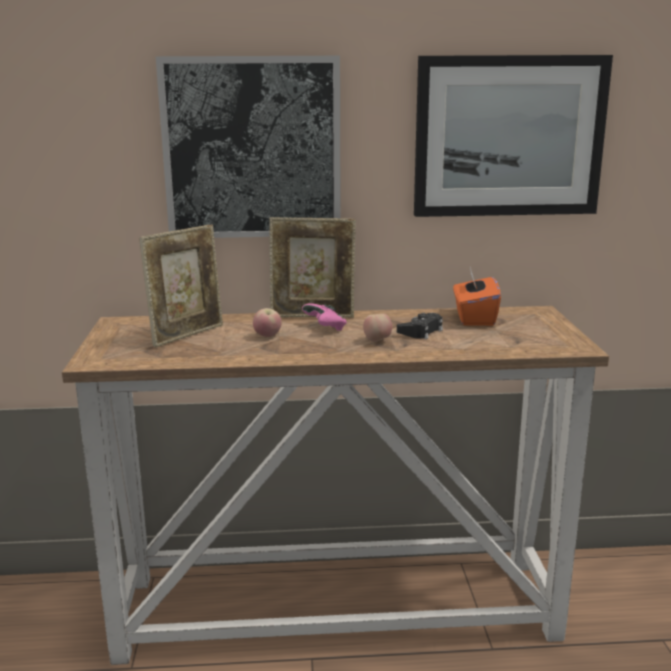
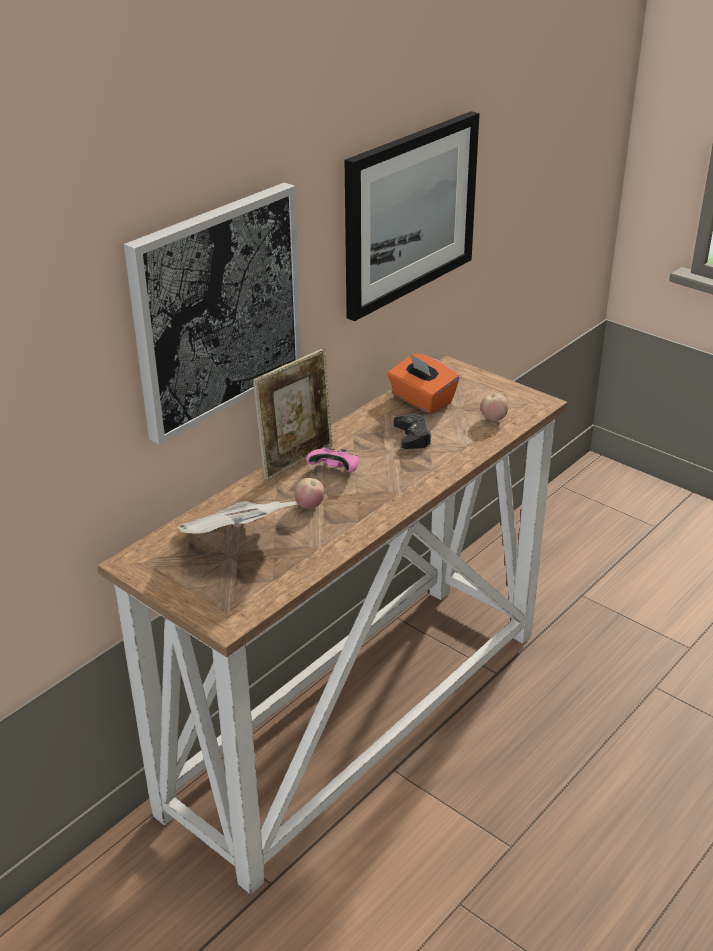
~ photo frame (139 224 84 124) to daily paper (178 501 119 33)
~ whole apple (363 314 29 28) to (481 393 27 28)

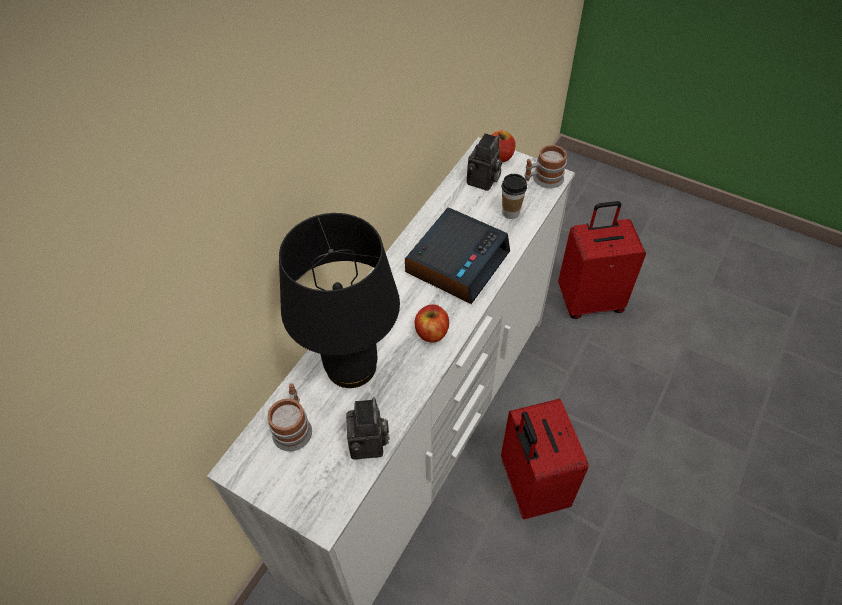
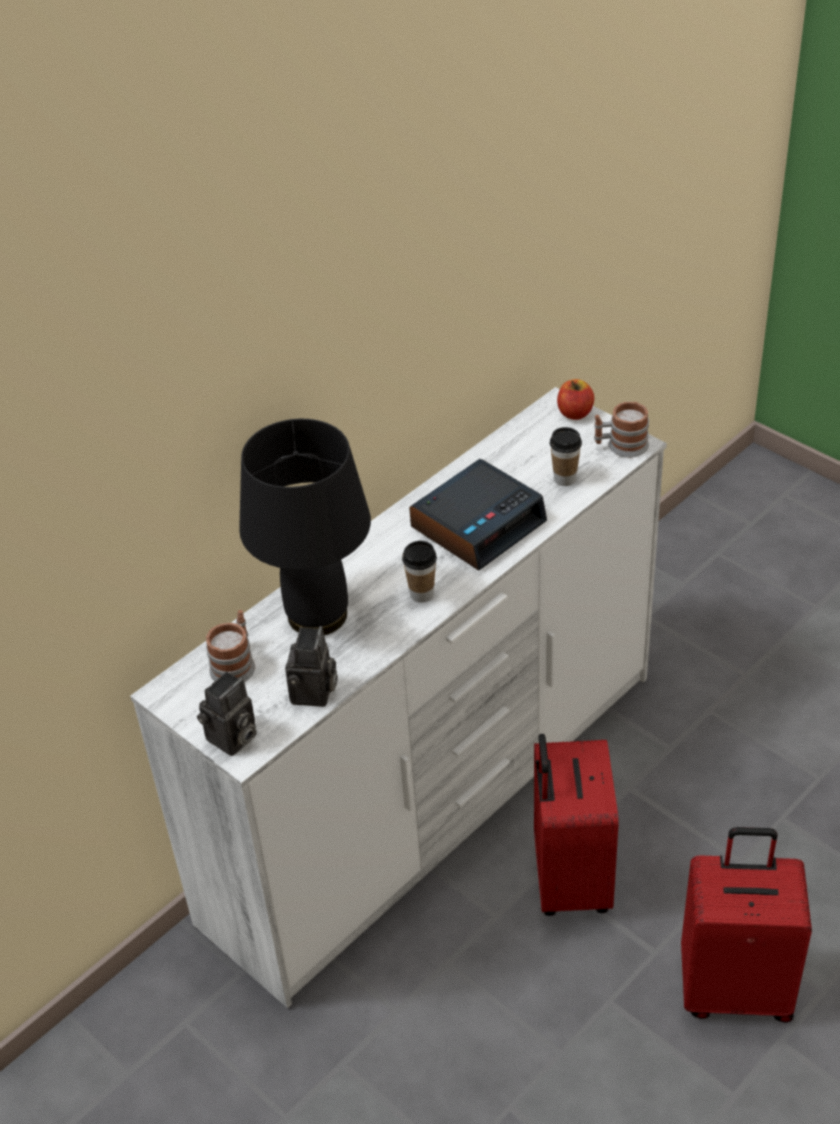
~ whole apple (415 304 34 39) to cup (402 541 35 62)
~ still camera (467 133 35 58) to (197 671 60 85)
~ piece of luggage (reddish) (558 201 88 118) to (681 827 131 195)

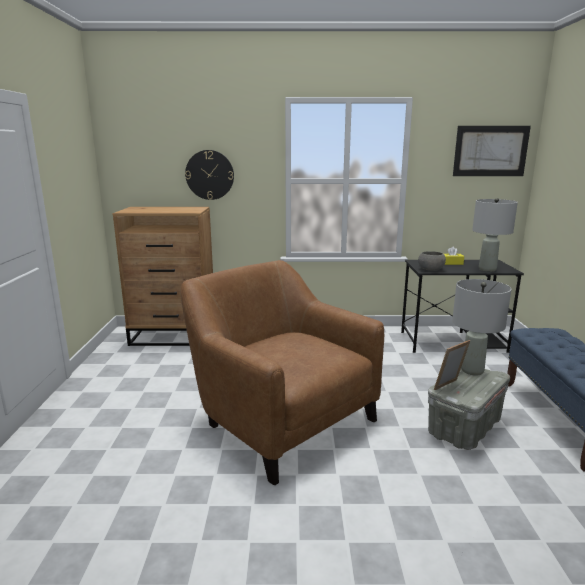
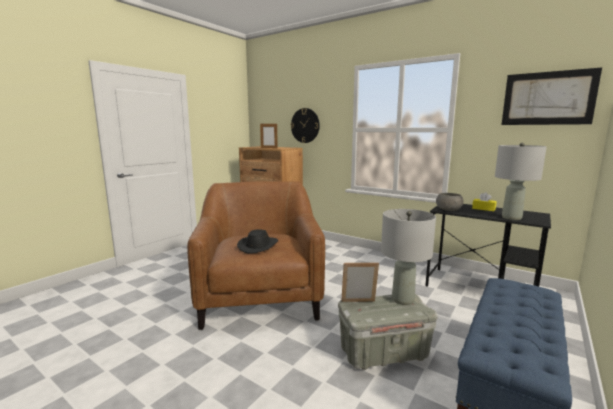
+ wearable hat (blackish) (237 229 41 25)
+ photo frame (260 124 18 24)

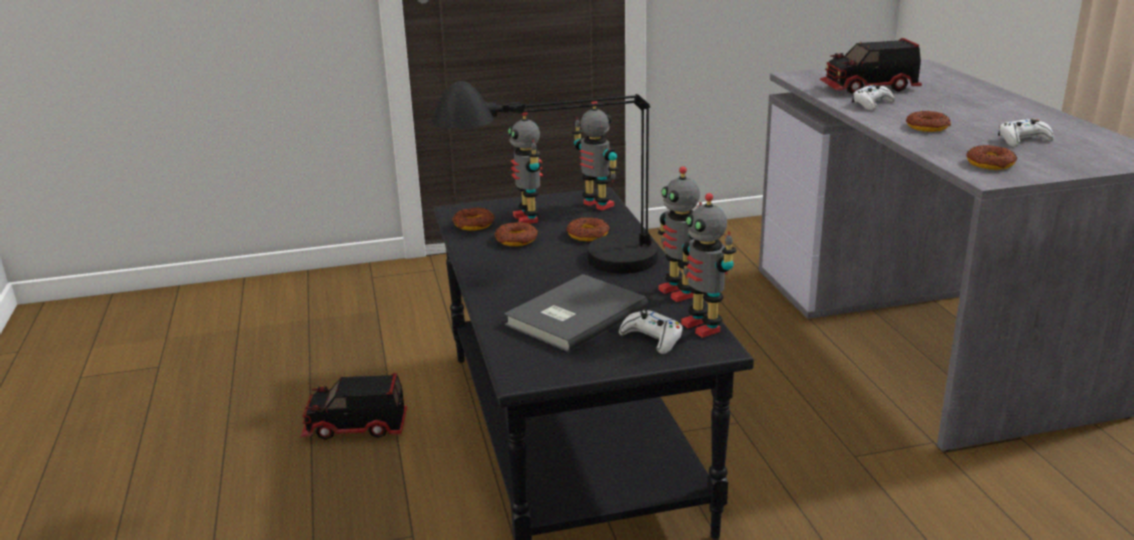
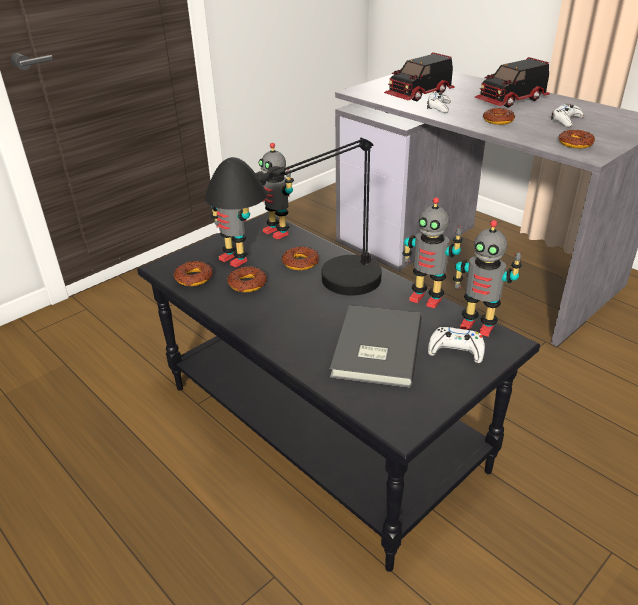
~ toy truck (300 373 107 67) to (475 57 74 51)
~ toy robot (572 101 46 110) = (259 143 35 97) 150 degrees counterclockwise

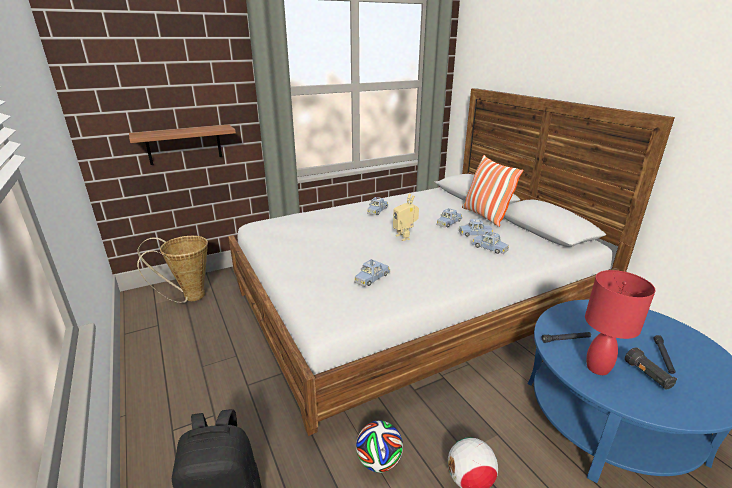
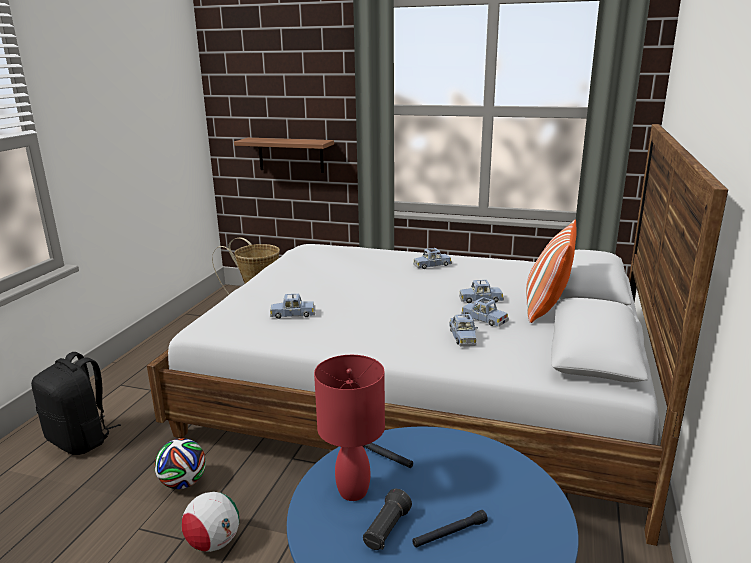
- toy robot (393 194 26 47)

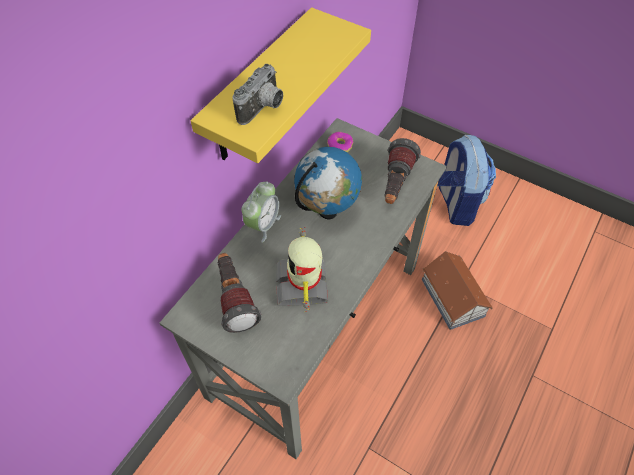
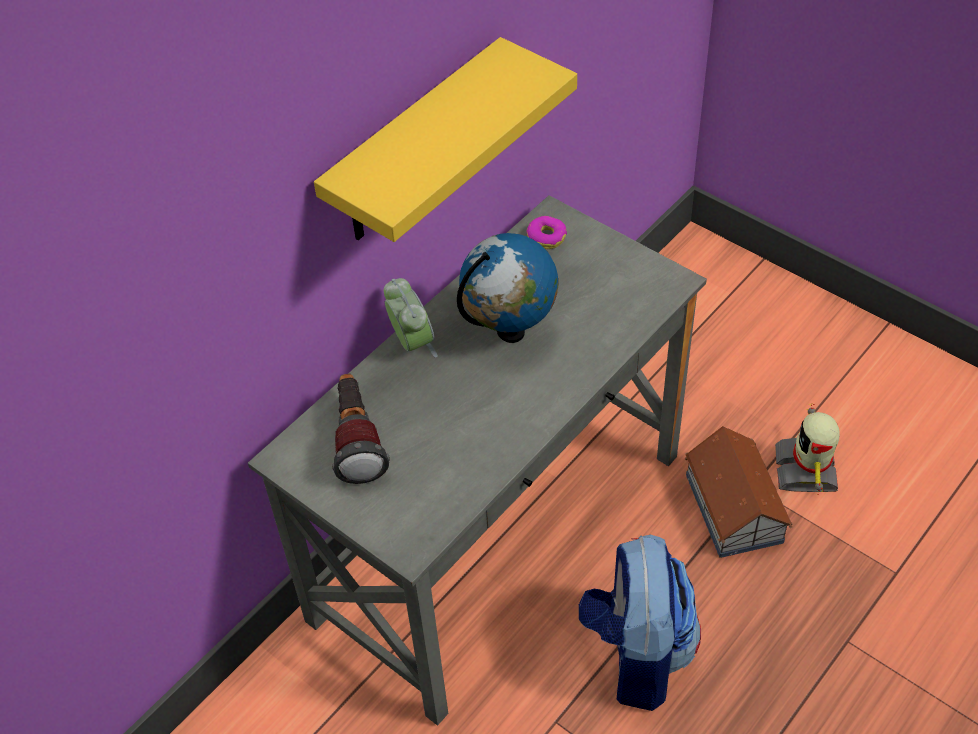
- still camera (232 64 51 61)
~ alarm clock (242 181 39 62) = (384 278 54 80) 60 degrees counterclockwise
~ toy robot (276 227 52 85) to (775 403 65 92)
- hand torch (385 138 36 66)
~ knapsack (437 135 59 91) to (579 535 122 176)

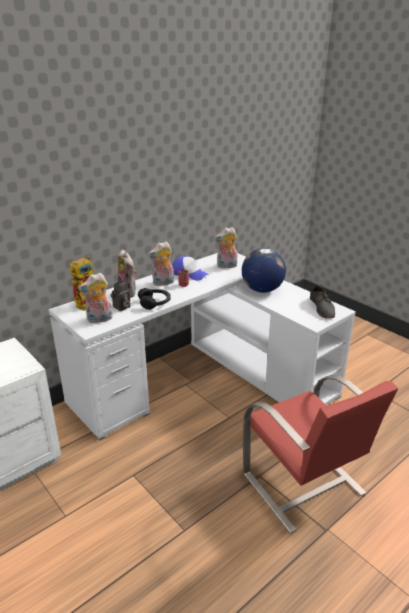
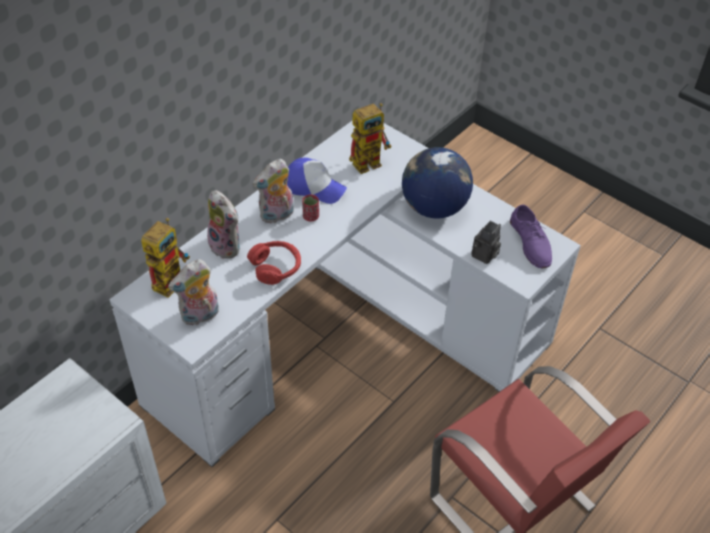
~ still camera (111 280 19 31) to (471 221 30 43)
~ headphones (blackish) (138 288 33 22) to headphones (reddish) (247 241 54 44)
~ cuddly toy (214 227 24 42) to toy robot (349 103 42 71)
~ shoe (greyish) (310 286 25 33) to shoe (purplish) (510 205 42 63)

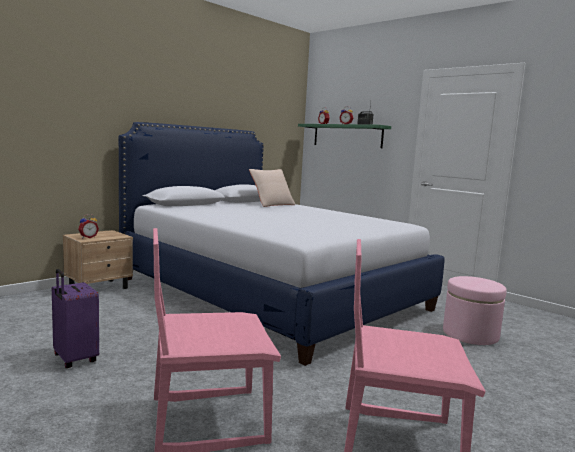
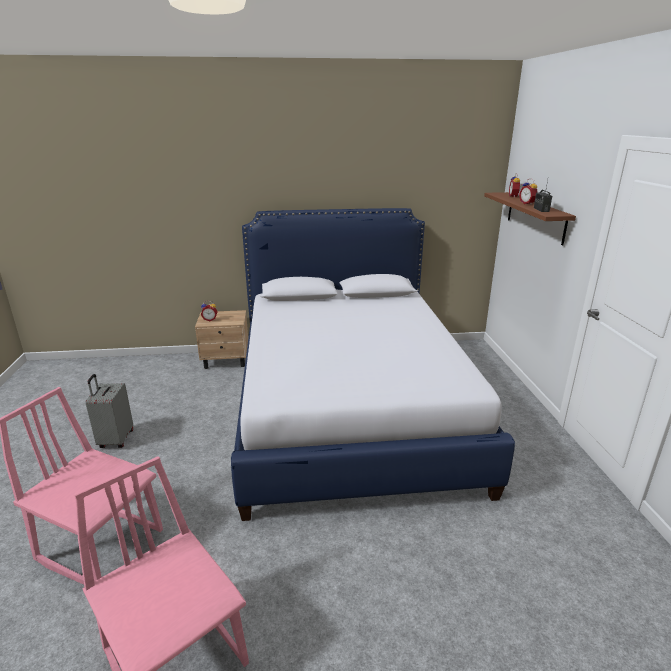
~ piece of luggage (purplish) (52 269 47 99) to piece of luggage (greyish) (86 374 47 74)
- throw pillow (sand-coloured) (249 169 47 38)
~ shelf (greenish) (298 124 93 24) to shelf (brown-coloured) (484 192 92 54)
- ottoman (pink-coloured) (443 276 64 69)

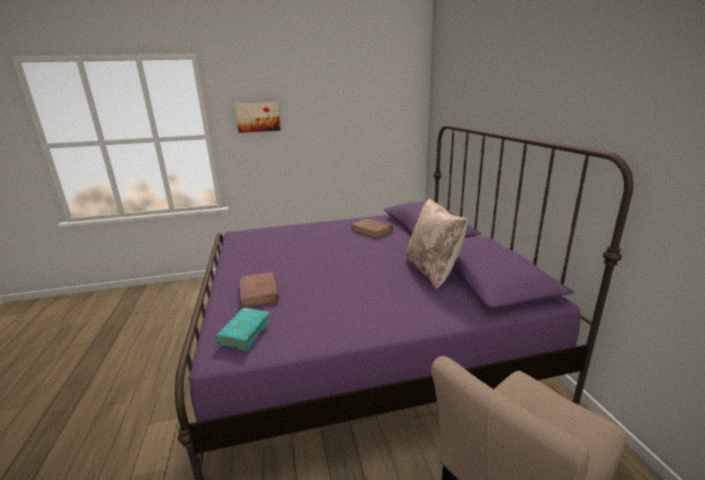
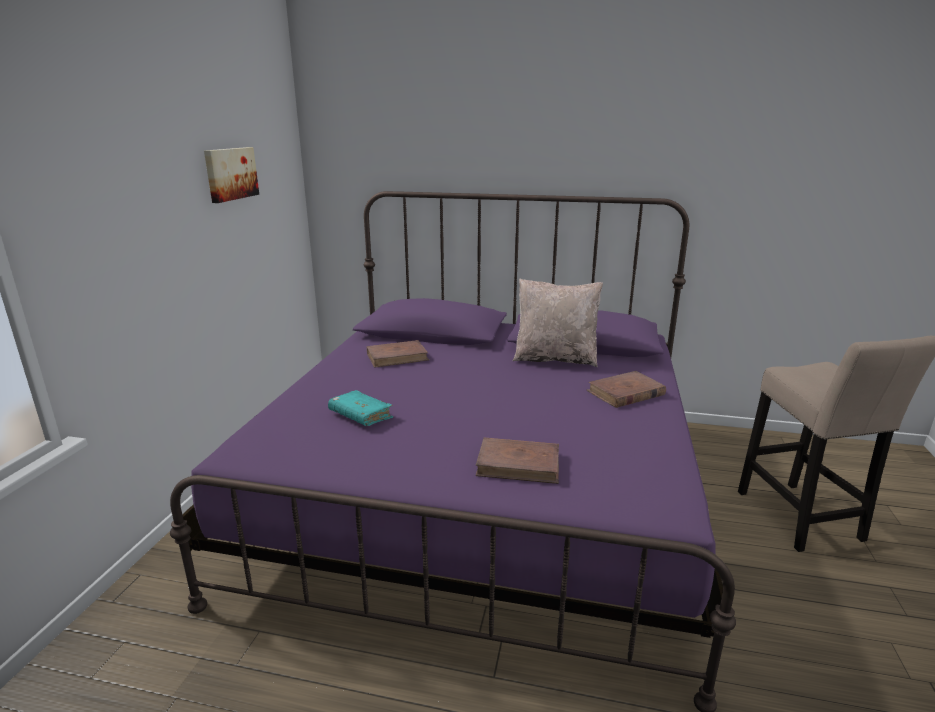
~ book (turquoise-coloured) (215 307 55 44) to (328 390 65 36)
~ picture (235 102 46 31) to (204 147 55 56)
+ book (brown-coloured) (587 371 79 37)

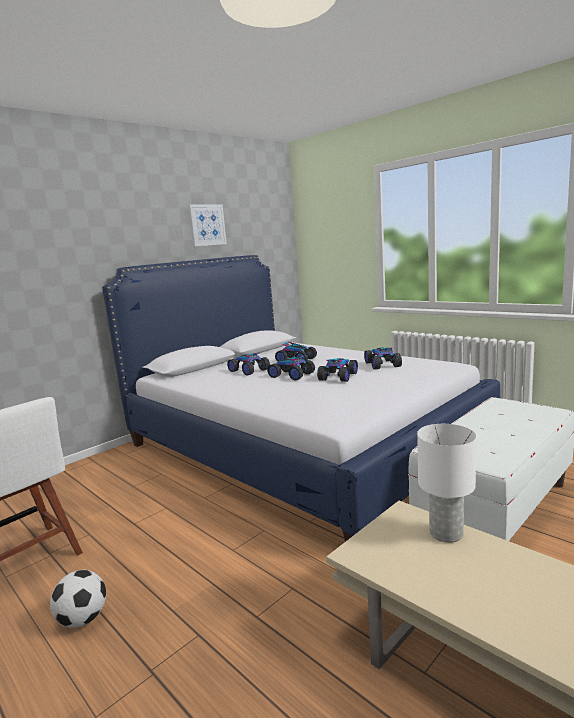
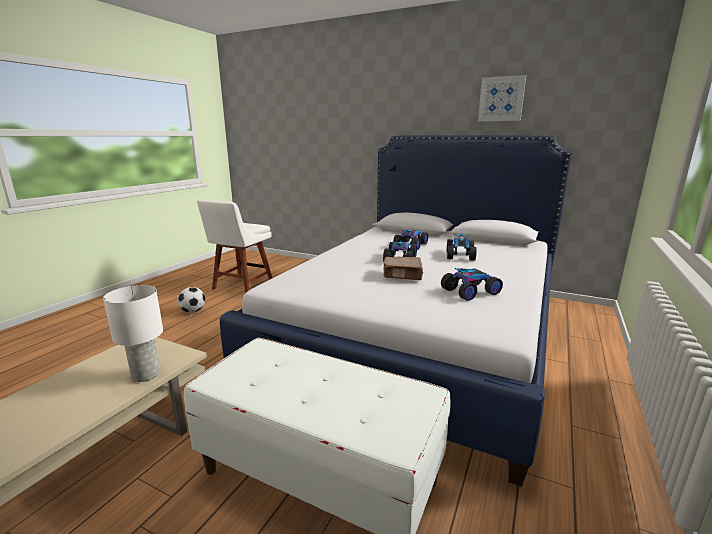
~ model car (317 358 41 24) to book (brown-coloured) (383 257 40 23)

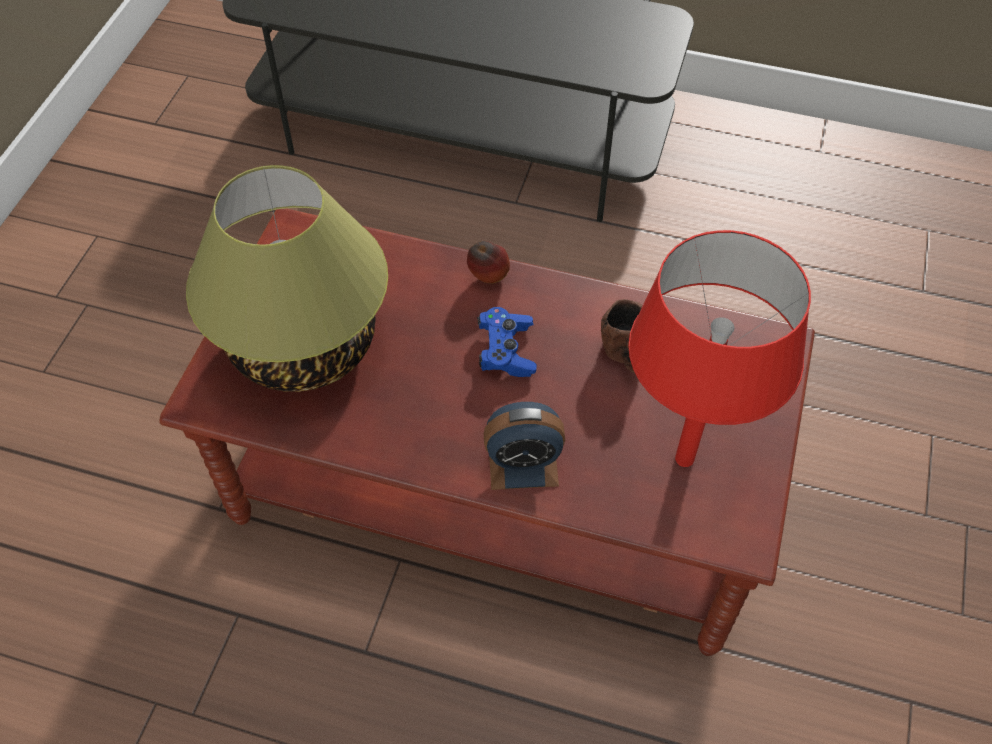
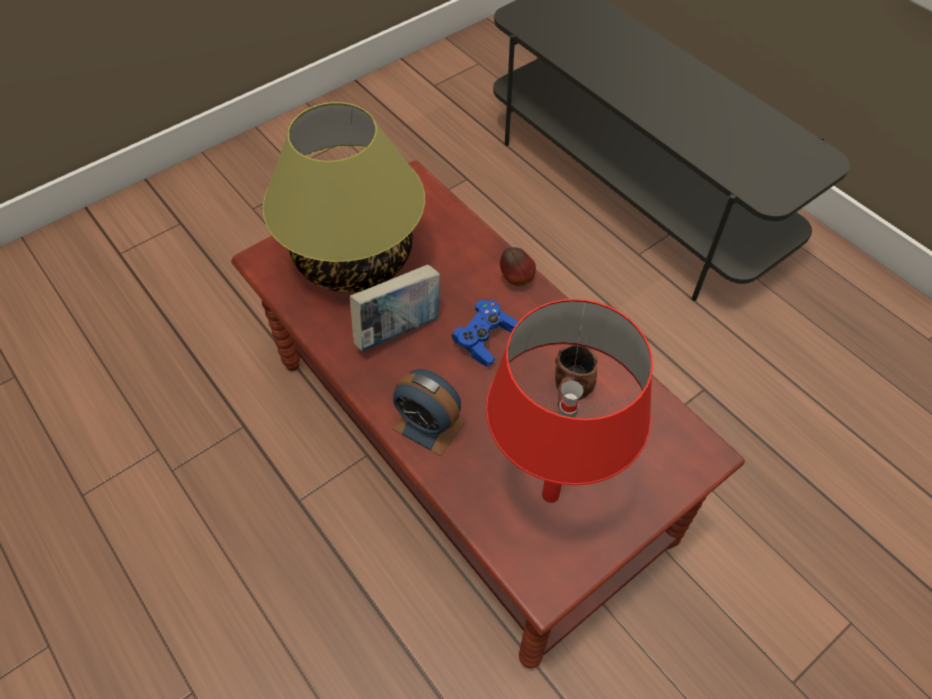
+ book (350 265 90 86)

